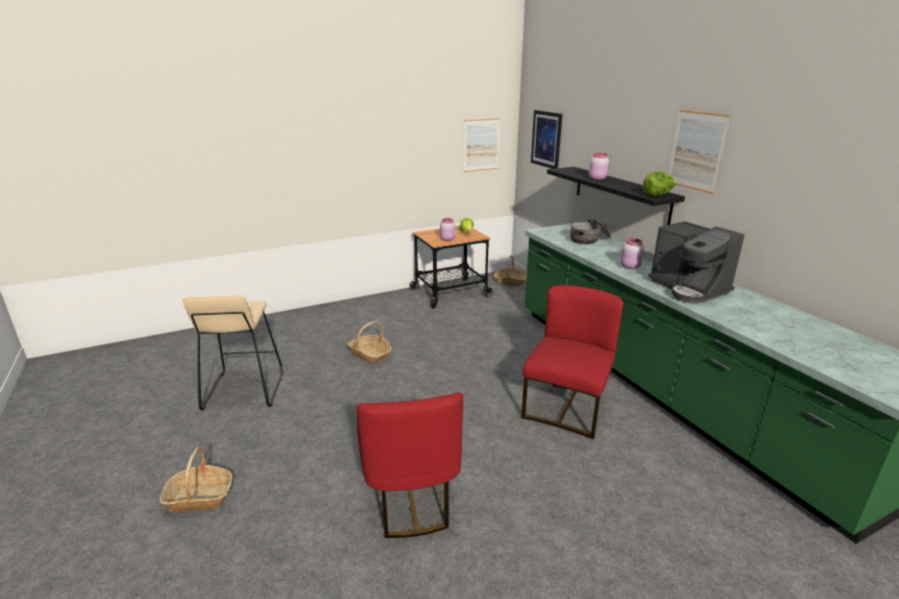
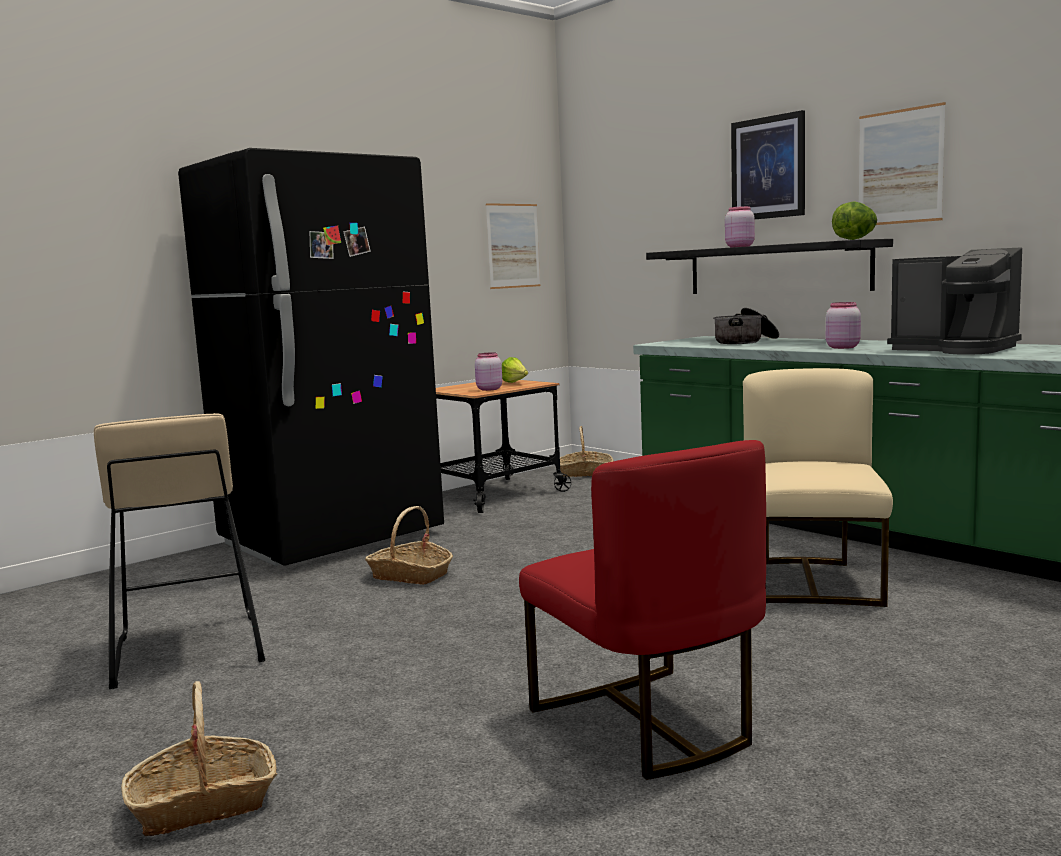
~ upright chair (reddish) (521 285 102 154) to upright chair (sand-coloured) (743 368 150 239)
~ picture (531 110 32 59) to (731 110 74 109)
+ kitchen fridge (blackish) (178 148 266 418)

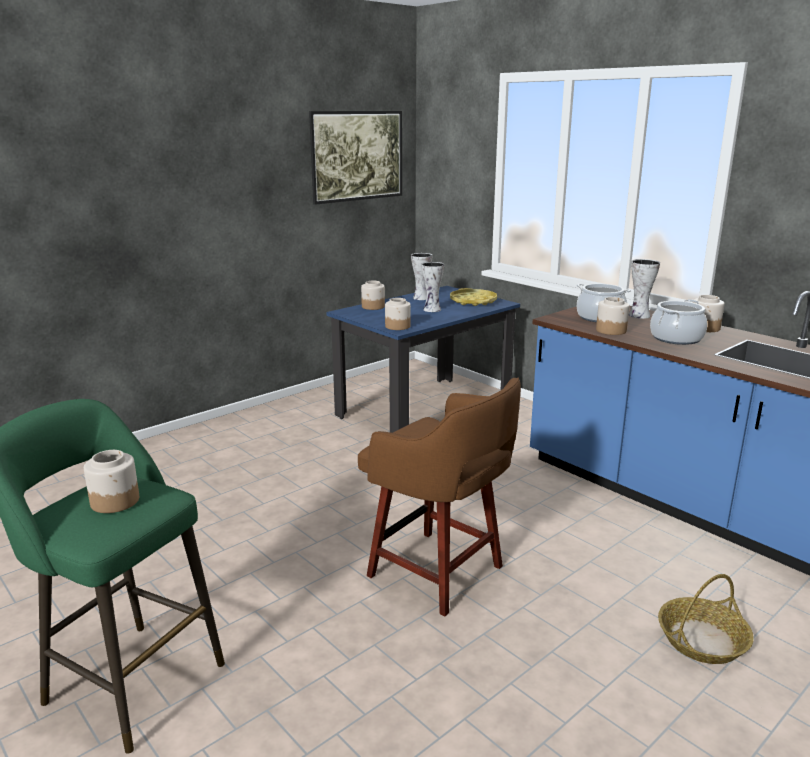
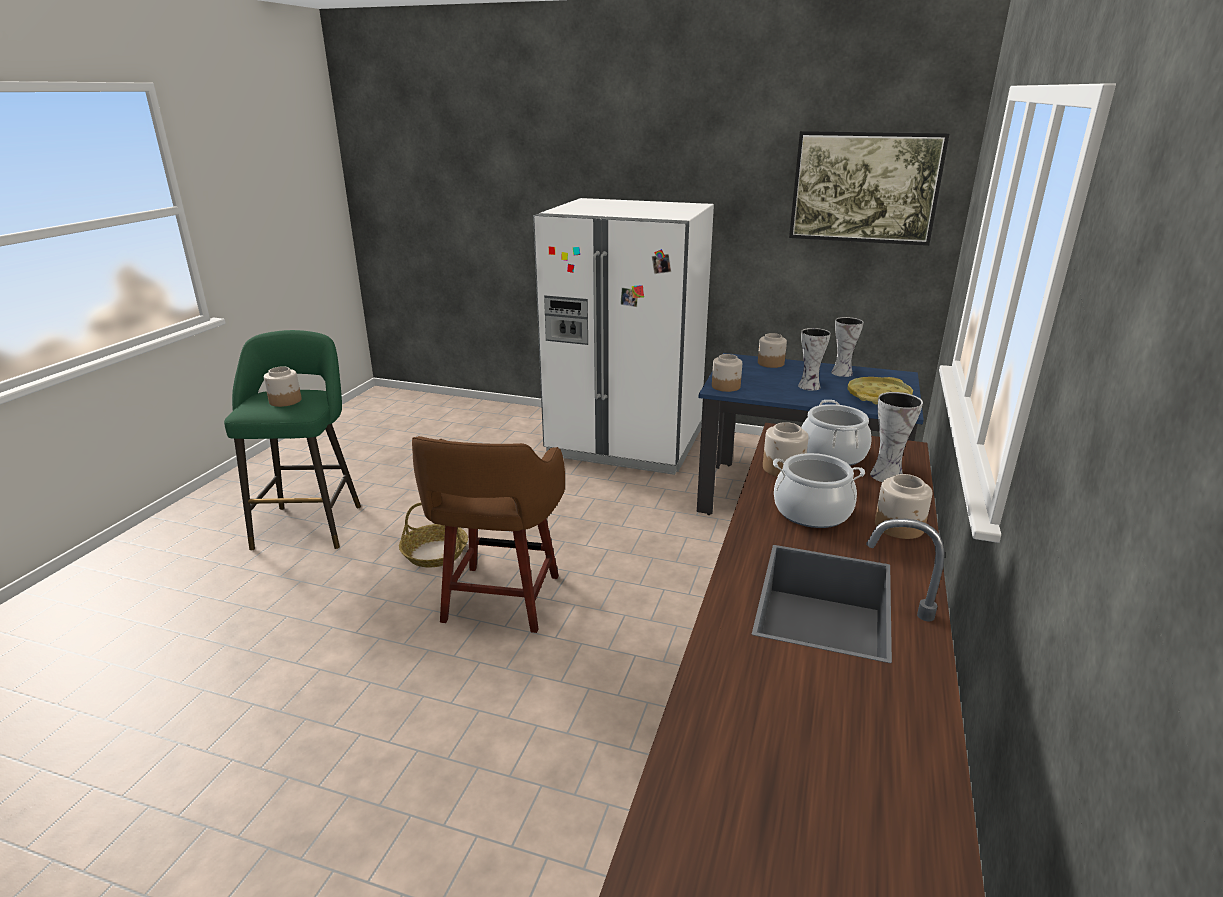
~ storage basket (658 574 96 90) to (399 502 69 66)
+ kitchen fridge (white-coloured) (533 198 181 277)

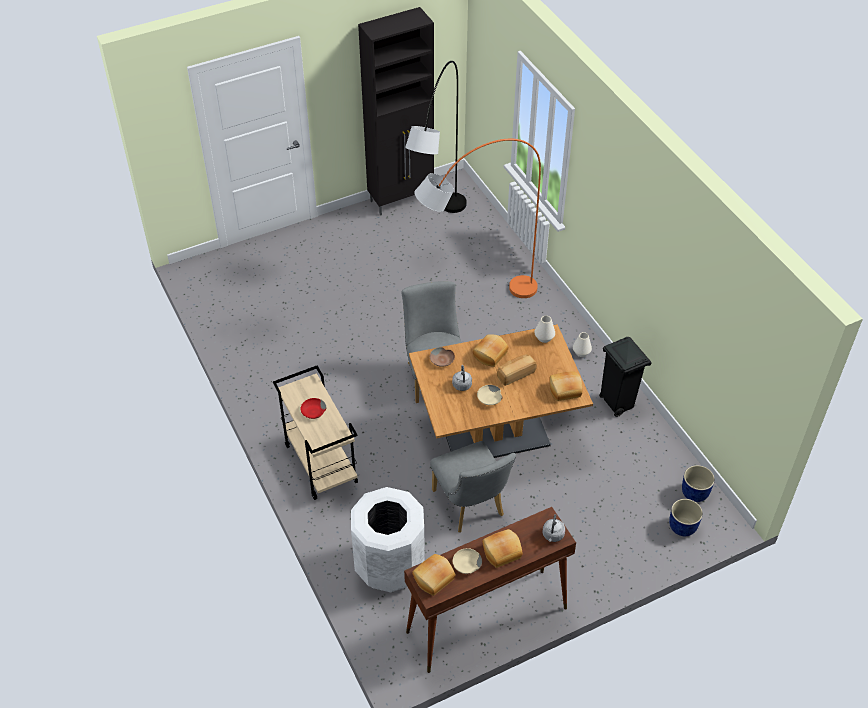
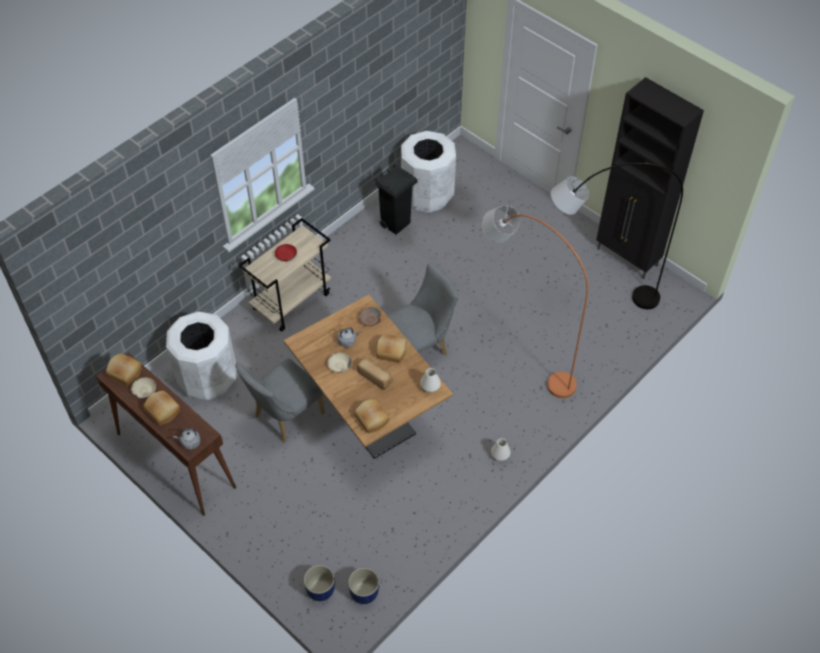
~ trash can (blackish) (599 337 53 80) to (375 164 42 71)
+ trash can (white-coloured) (401 131 55 82)

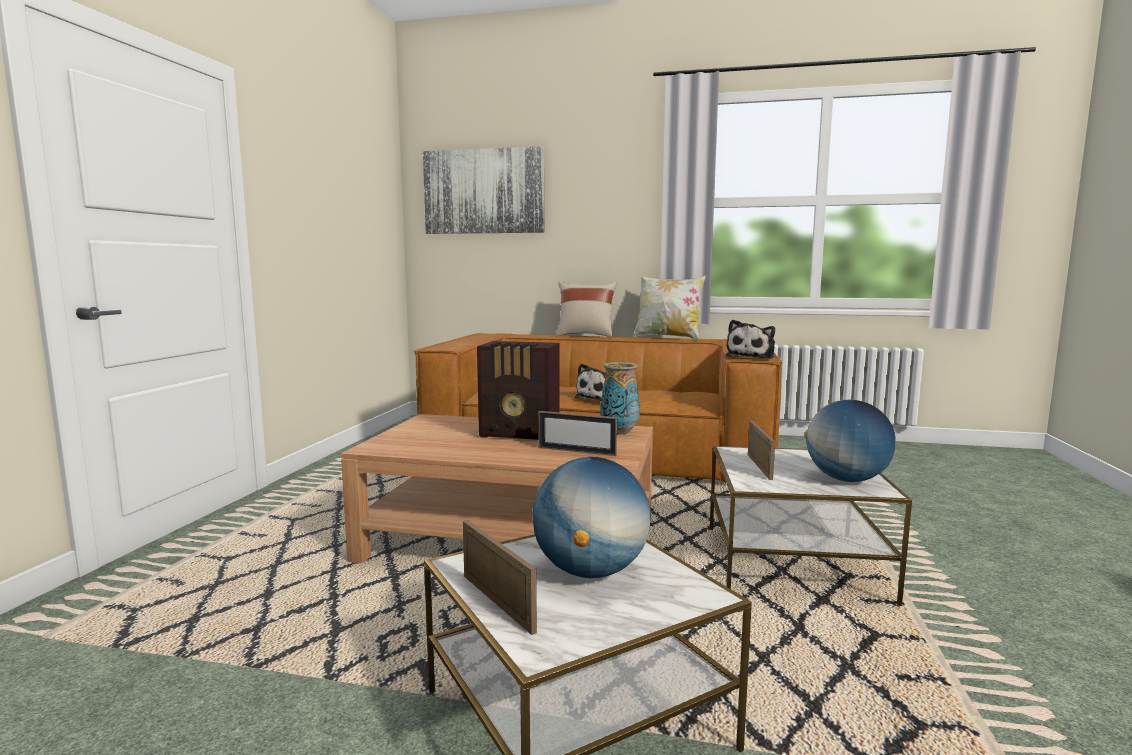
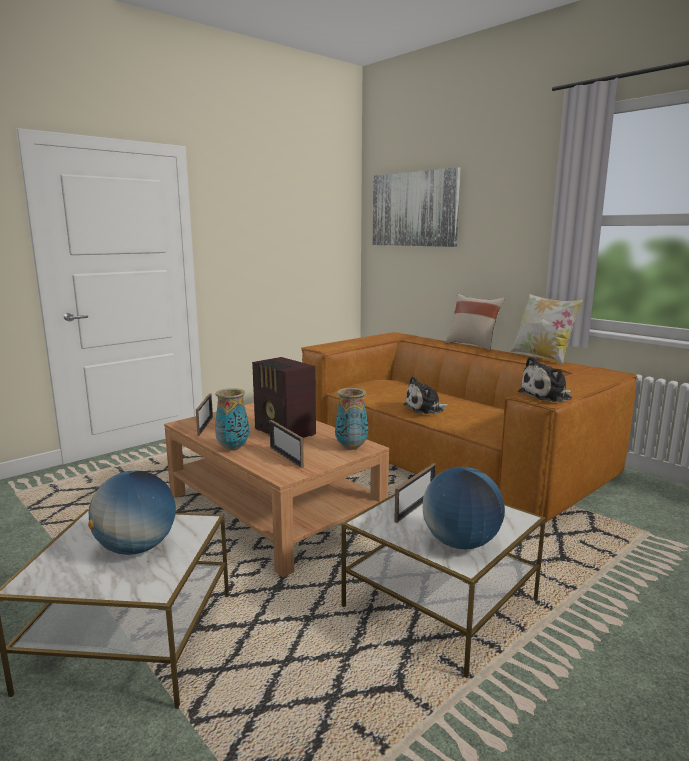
~ photo frame (463 520 74 115) to (196 393 17 43)
+ vase (215 388 34 63)

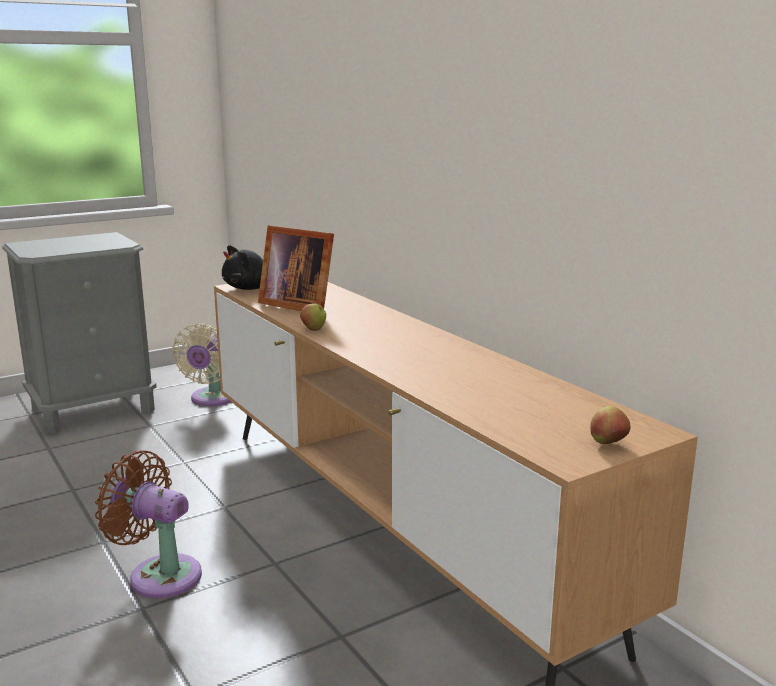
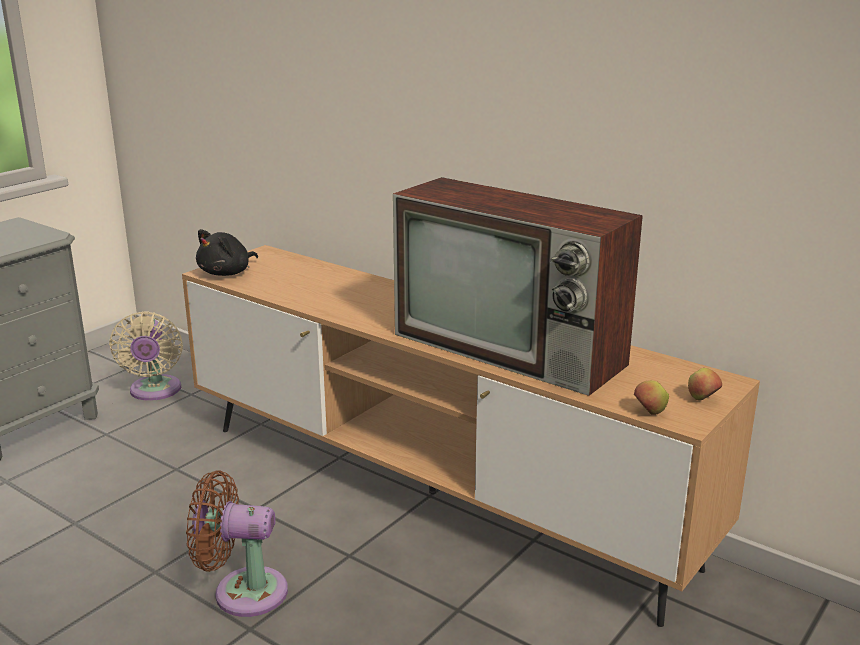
- photo frame (258 225 76 86)
~ whole apple (300 303 26 28) to (634 380 35 35)
+ TV set (393 177 250 219)

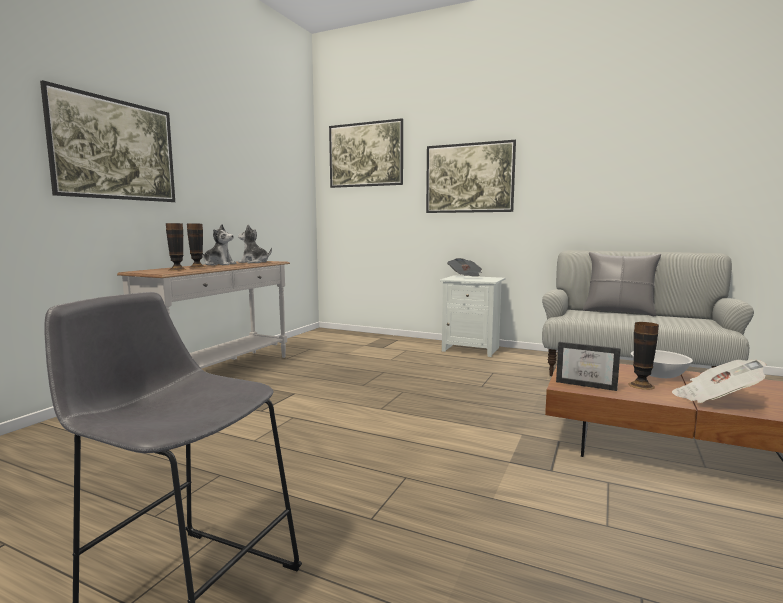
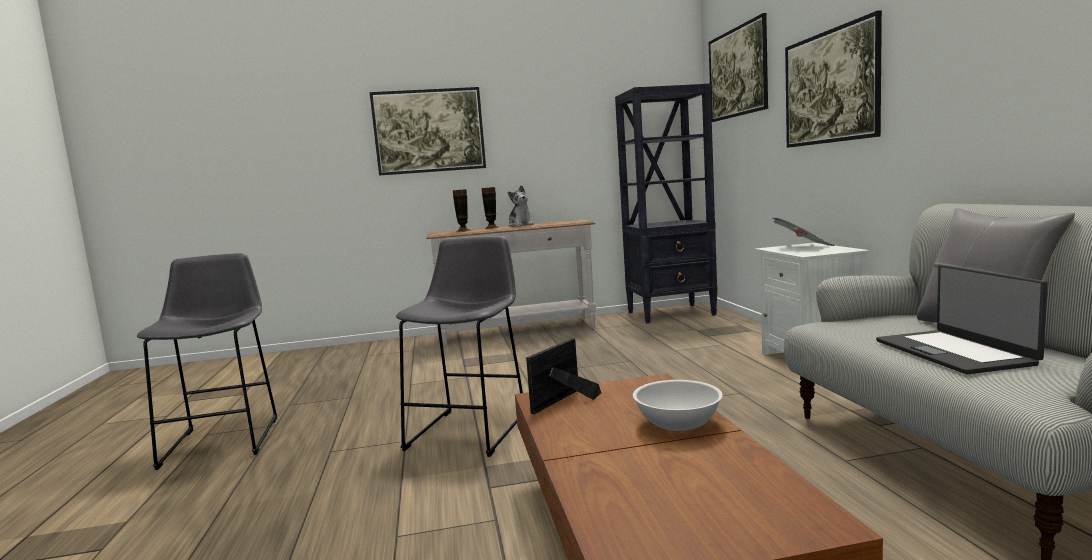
- cuddly toy (238 224 34 39)
~ photo frame (556 342 65 49) = (526 338 75 76) 45 degrees clockwise
- vase (628 322 31 68)
- daily paper (672 360 95 43)
+ sitting stool (greyish) (396 236 127 221)
+ bookshelf (blackish) (615 83 103 241)
+ portable computer (876 265 171 109)

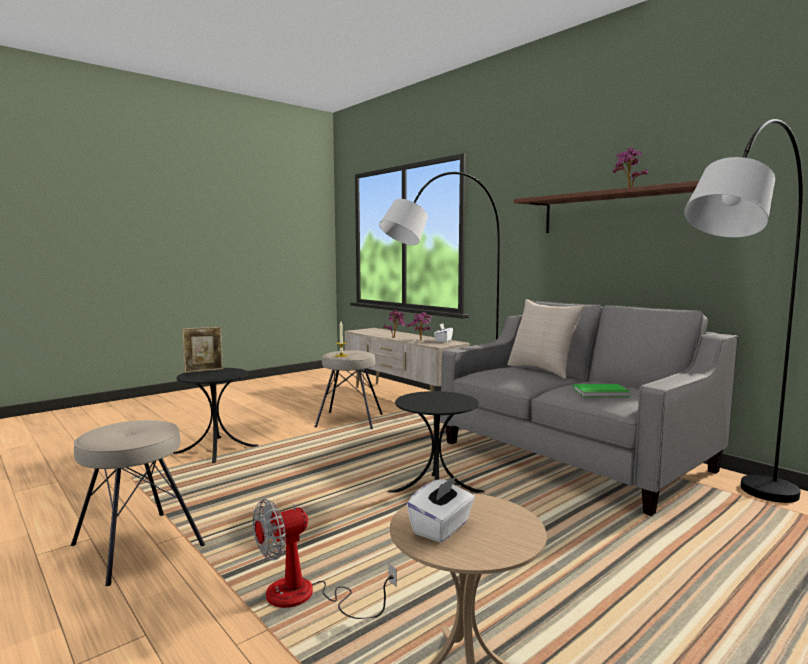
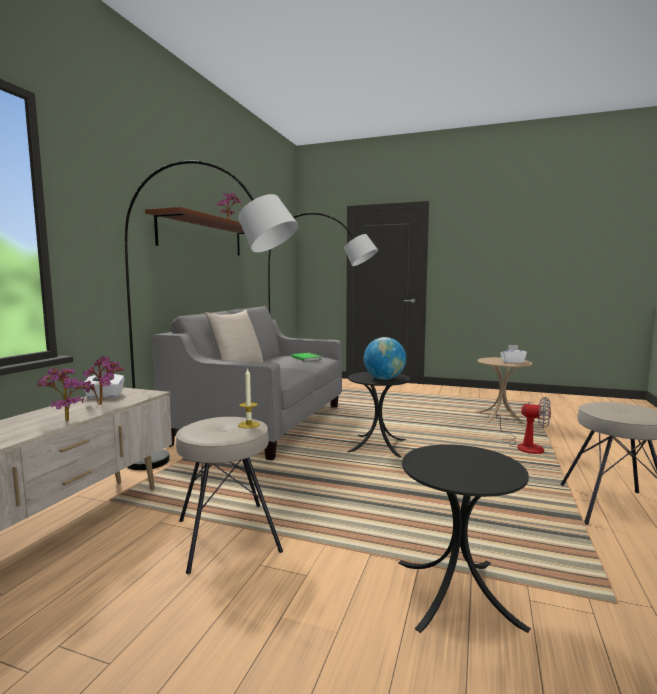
- photo frame (182 327 41 46)
+ desk globe (364 337 42 43)

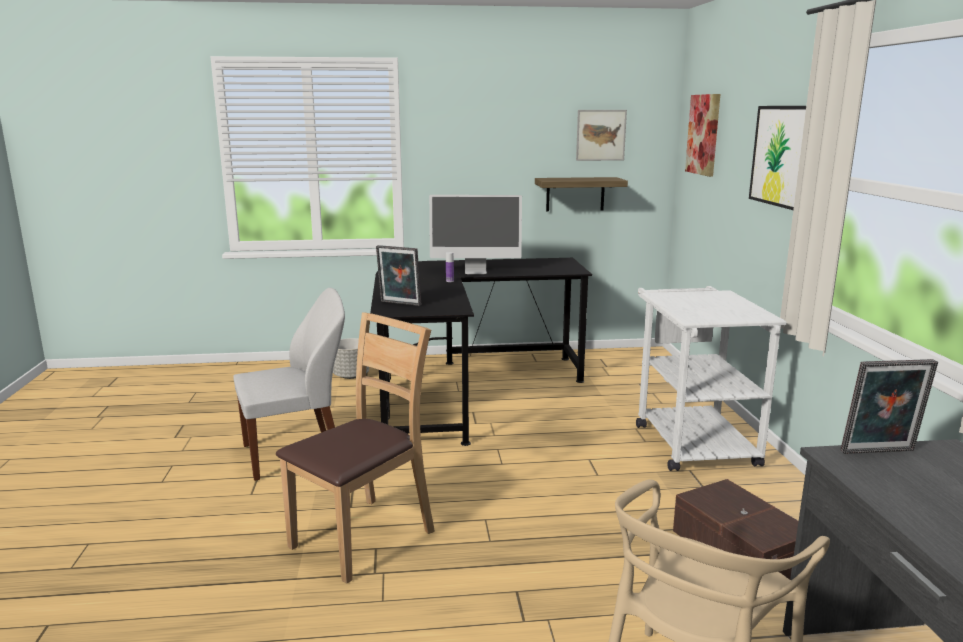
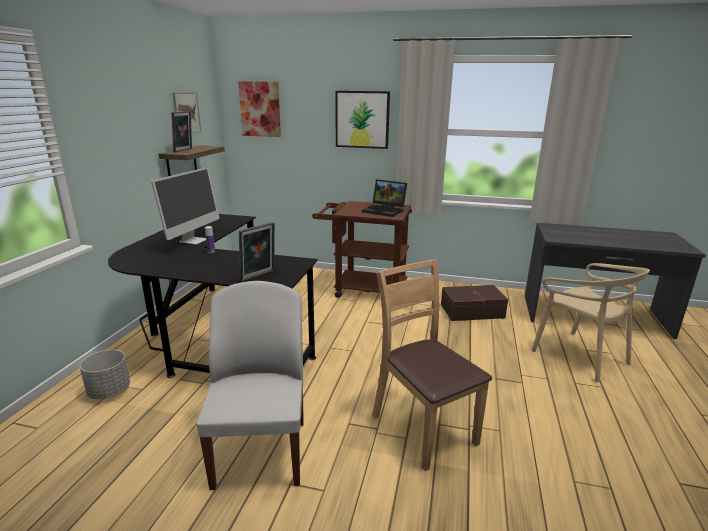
~ trolley (white-coloured) (636 286 151 185) to trolley (brown-coloured) (312 201 100 97)
~ photo frame (840 359 98 95) to (171 111 21 41)
+ portable computer (362 179 45 38)

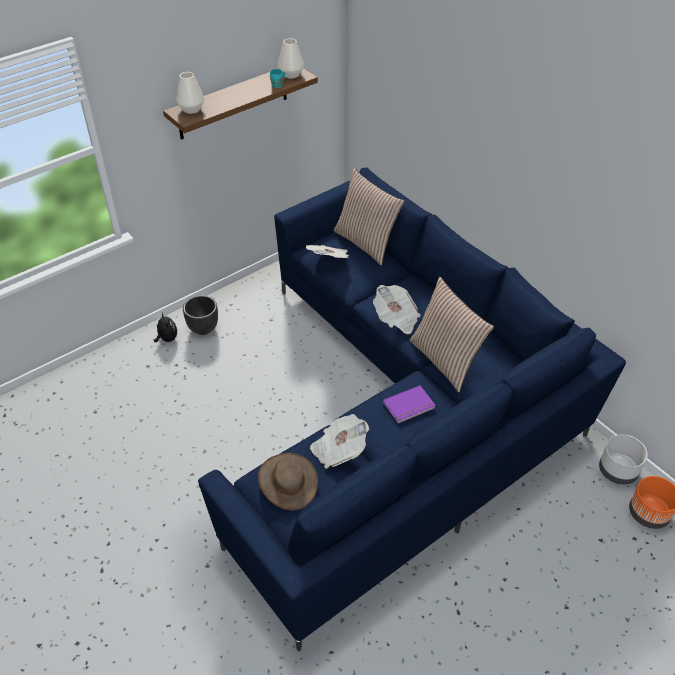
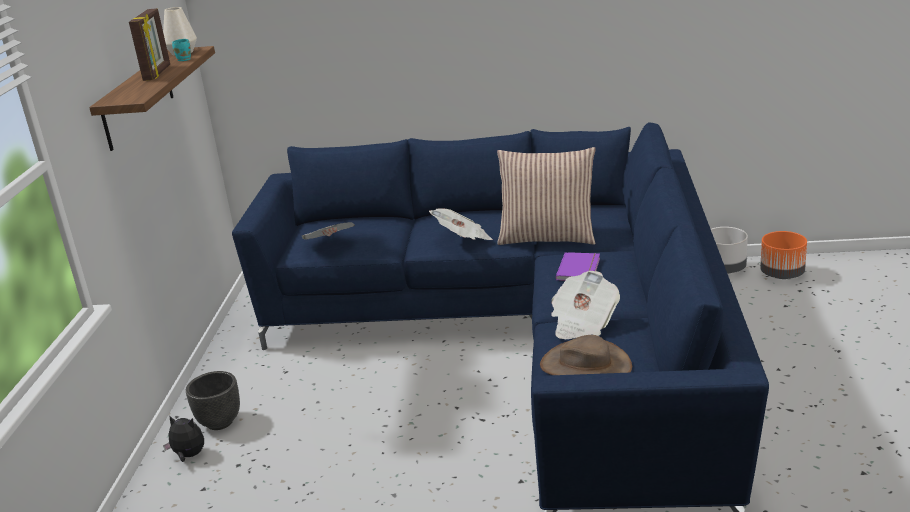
- vase (white-coloured) (176 72 28 42)
- throw pillow (334 168 71 97)
+ photo frame (129 8 41 73)

